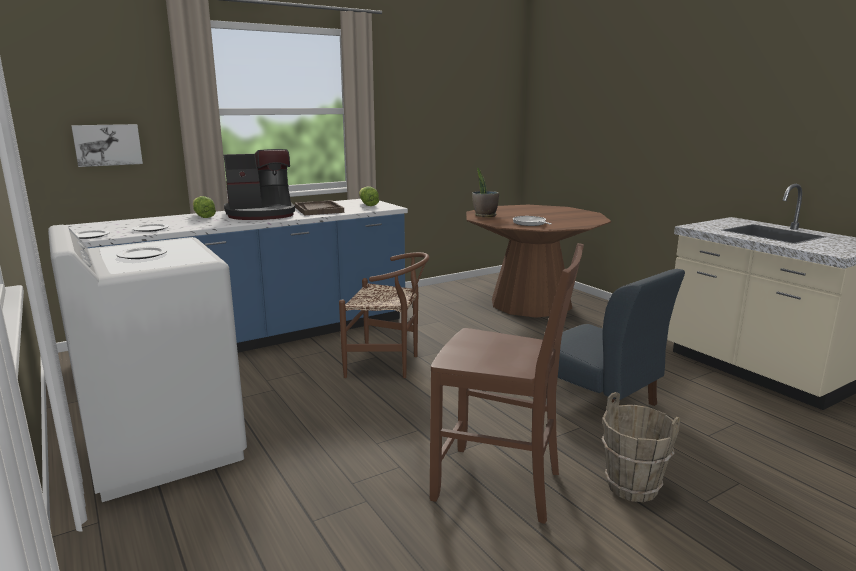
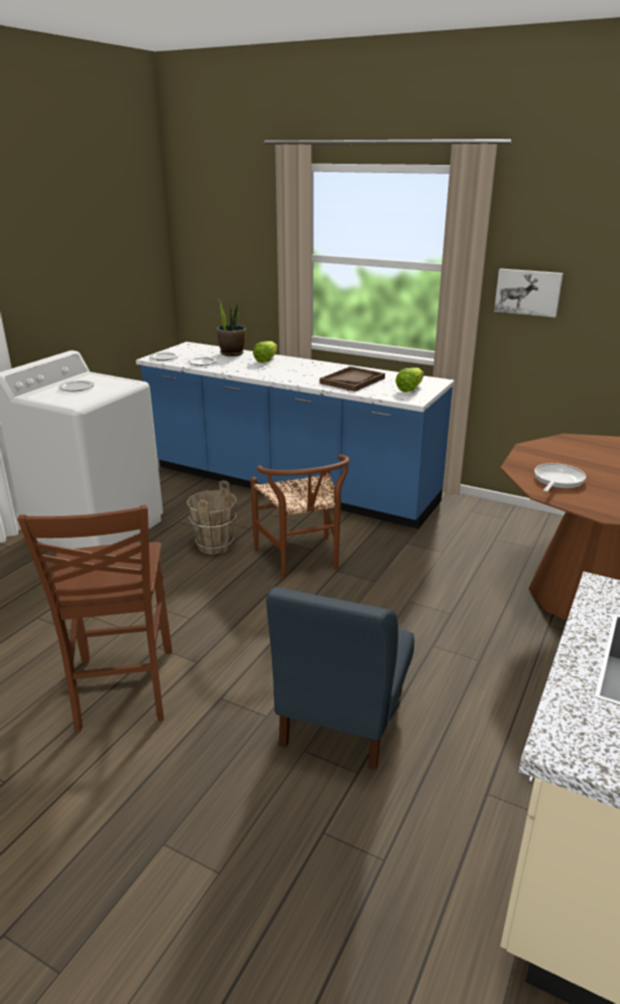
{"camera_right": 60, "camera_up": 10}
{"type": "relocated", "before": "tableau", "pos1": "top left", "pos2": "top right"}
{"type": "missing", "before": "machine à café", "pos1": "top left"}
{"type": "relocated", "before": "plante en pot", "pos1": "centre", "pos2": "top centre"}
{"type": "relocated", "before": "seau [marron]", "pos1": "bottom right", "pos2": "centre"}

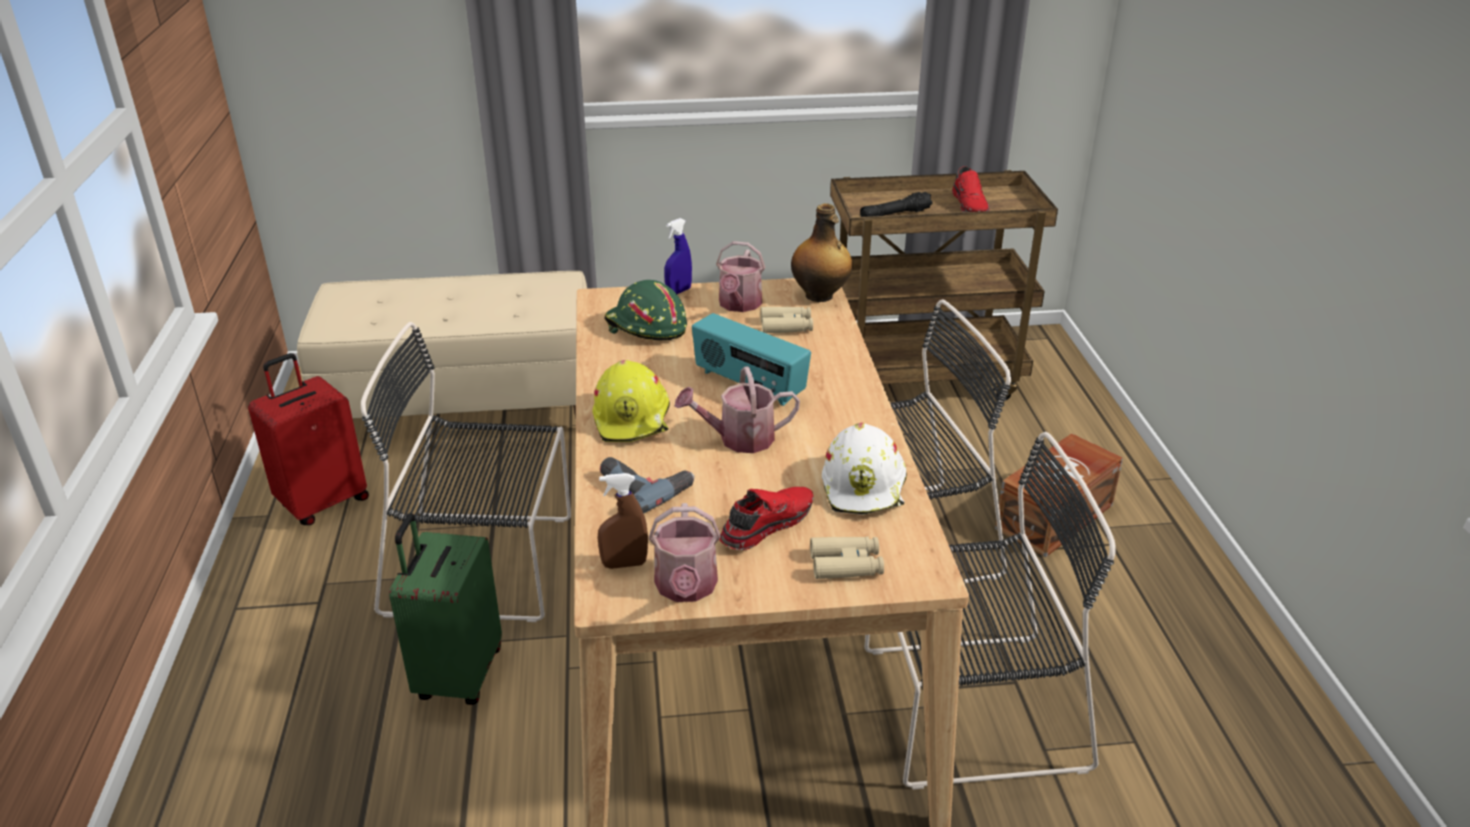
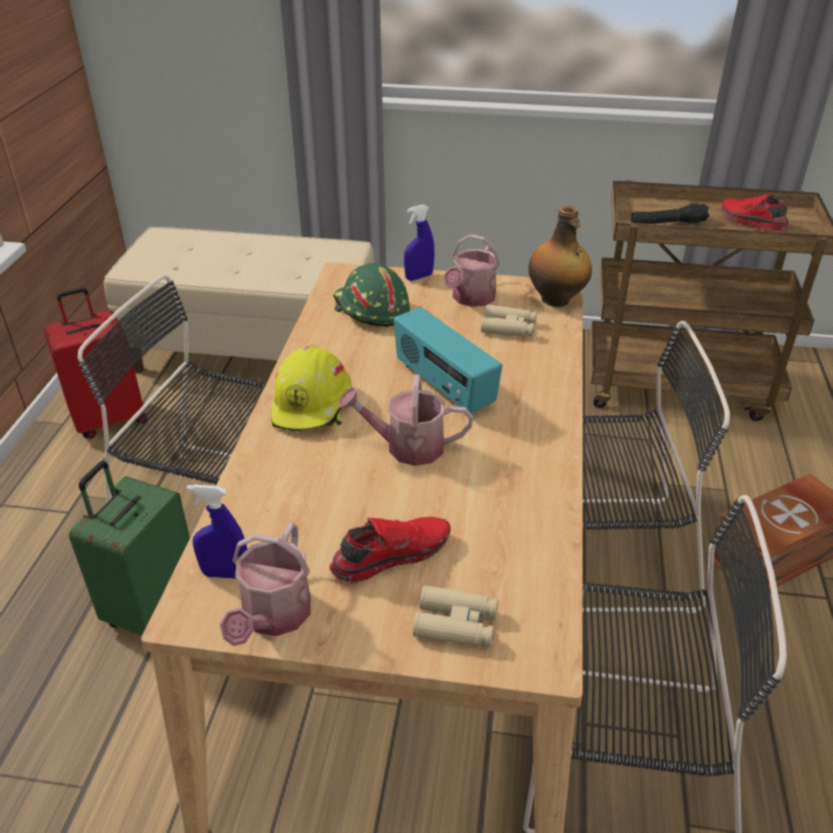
{"camera_right": 15, "camera_up": 5}
{"type": "spun", "before": "chaussure [rouge] (no. 2 from left)", "pos1": "top centre", "pos2": "top right", "turn": 135}
{"type": "missing", "before": "casque de chantier [blanc]", "pos1": "centre"}
{"type": "missing", "before": "perceuse", "pos1": "centre"}
{"type": "colour", "before": "vaporisateur [marron]", "after": "vaporisateur [bleu] (no. 1 from left)", "pos1": "centre", "pos2": "middle left"}

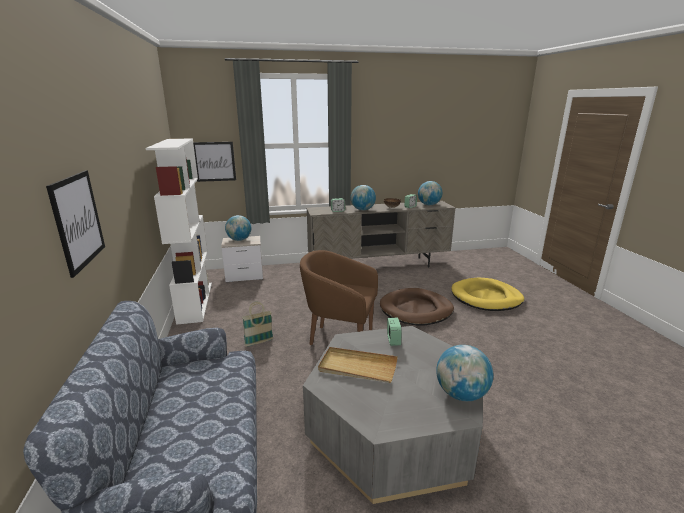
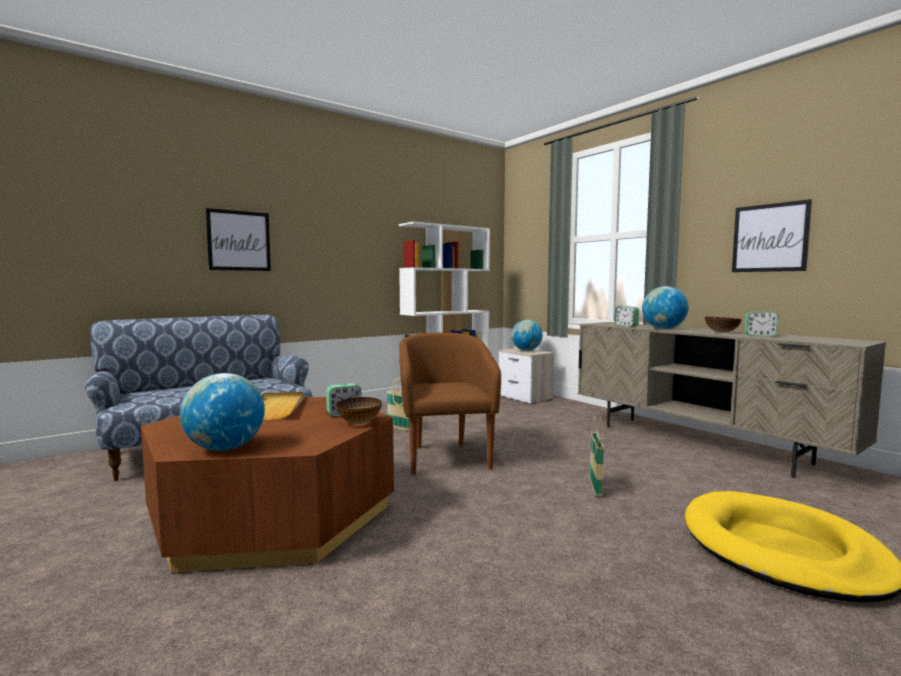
{"camera_right": 65, "camera_up": -15}
{"type": "relocated", "before": "tableau (no. 2 from left)", "pos1": "top left", "pos2": "middle right"}
{"type": "missing", "before": "globe (no. 3 from left)", "pos1": "centre"}
{"type": "exchanged", "before": "panier pour chien [marron]", "after": "panier (no. 2 from left)", "pos1": "centre", "pos2": "bottom centre"}
{"type": "colour", "before": "table basse [gris]", "after": "table basse [marron]", "pos1": "bottom centre", "pos2": "bottom left"}
{"type": "appeared", "after": "bol (no. 1 from left)", "pos2": "centre"}

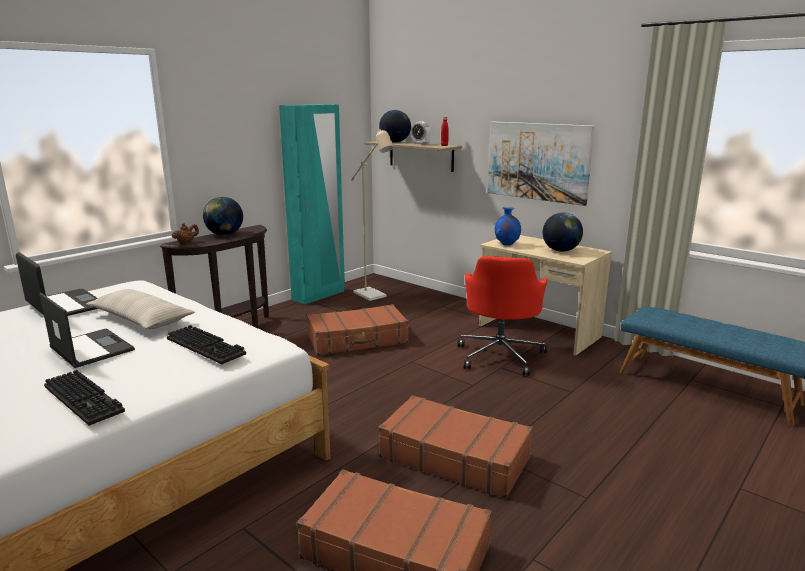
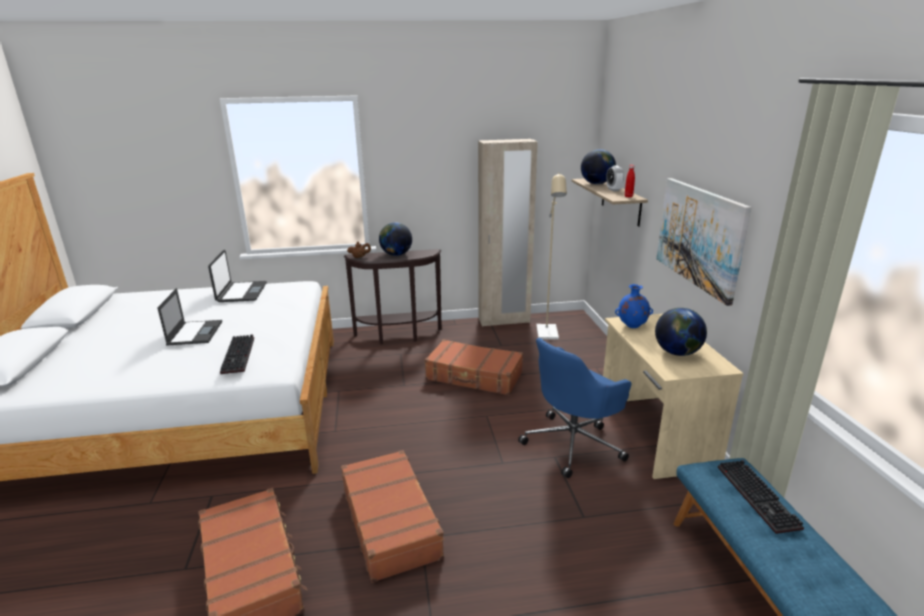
{"camera_right": 40, "camera_up": 5}
{"type": "colour", "before": "armoire [turquoise]", "after": "armoire [beige]", "pos1": "centre", "pos2": "centre"}
{"type": "colour", "before": "chaise de bureau [rouge]", "after": "chaise de bureau [bleu]", "pos1": "centre", "pos2": "centre"}
{"type": "missing", "before": "coussin [beige]", "pos1": "middle left"}
{"type": "relocated", "before": "clavier (no. 1 from left in the first image)", "after": "clavier (no. 2 from left)", "pos1": "bottom left", "pos2": "bottom right"}

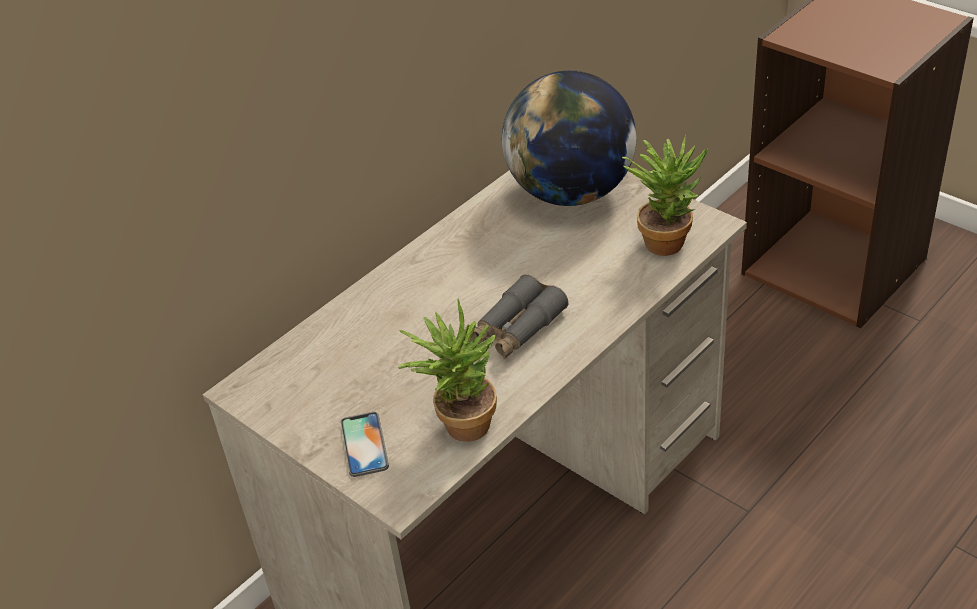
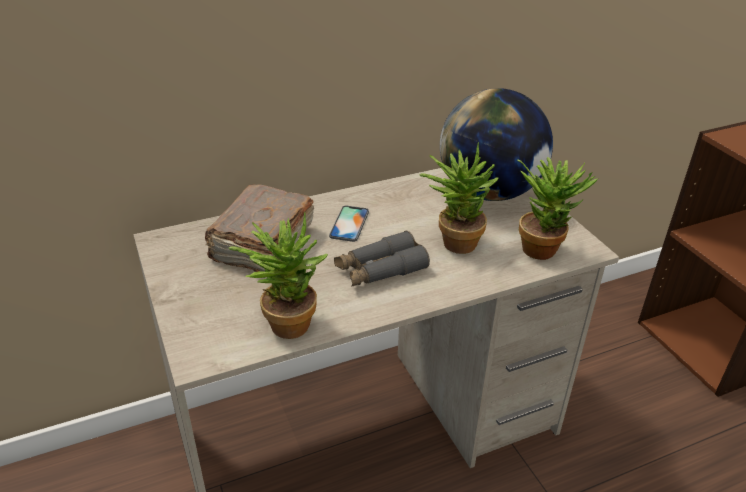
{"camera_right": 20, "camera_up": -5}
{"type": "relocated", "before": "téléphone", "pos1": "bottom centre", "pos2": "centre"}
{"type": "appeared", "after": "plante en pot (no. 2 from left)", "pos2": "centre"}
{"type": "appeared", "after": "livre [marron]", "pos2": "centre"}

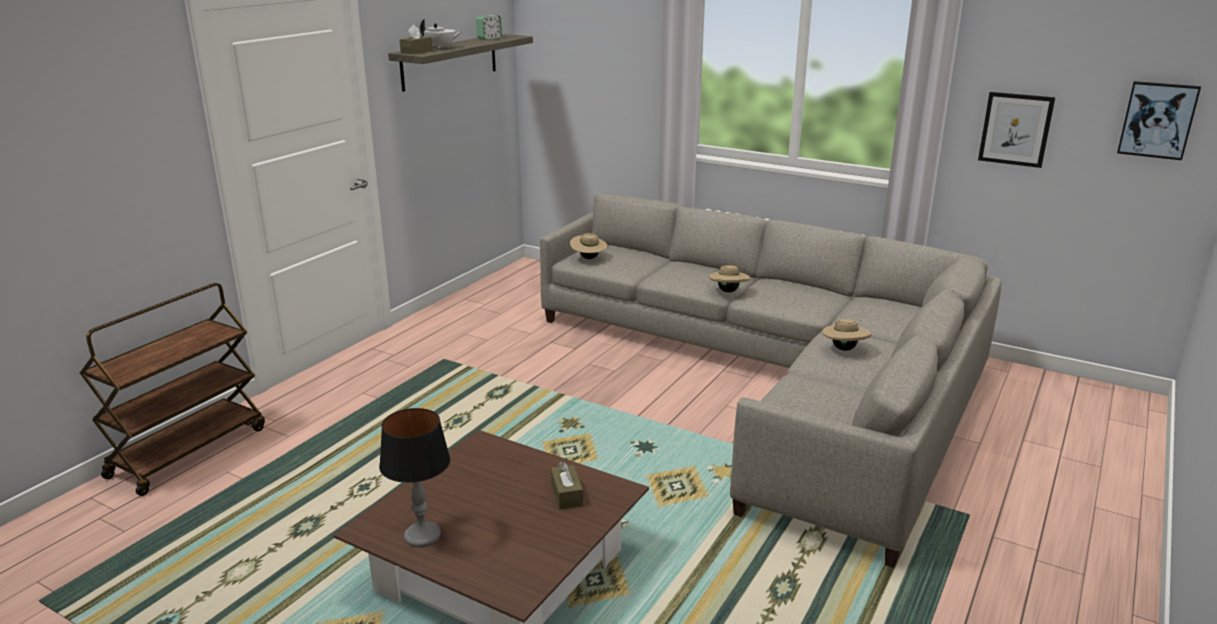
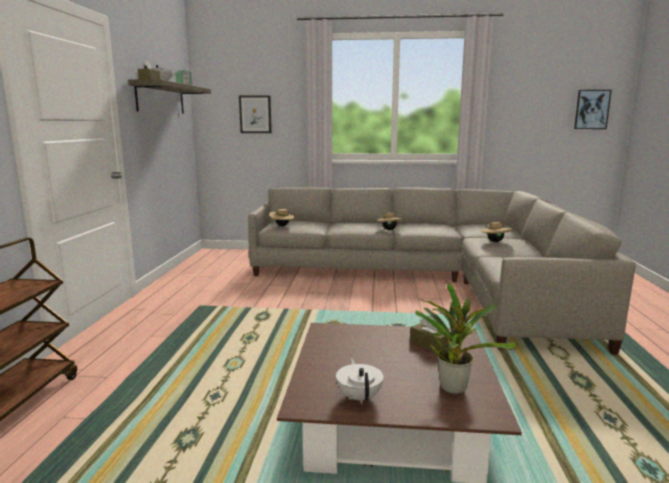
{"camera_right": -25, "camera_up": -10}
{"type": "relocated", "before": "tableau (no. 1 from left)", "pos1": "top right", "pos2": "top centre"}
{"type": "exchanged", "before": "lampe de table", "after": "théière [blanc] (no. 2 from left)", "pos1": "bottom centre", "pos2": "bottom centre"}
{"type": "appeared", "after": "plante en pot", "pos2": "bottom right"}

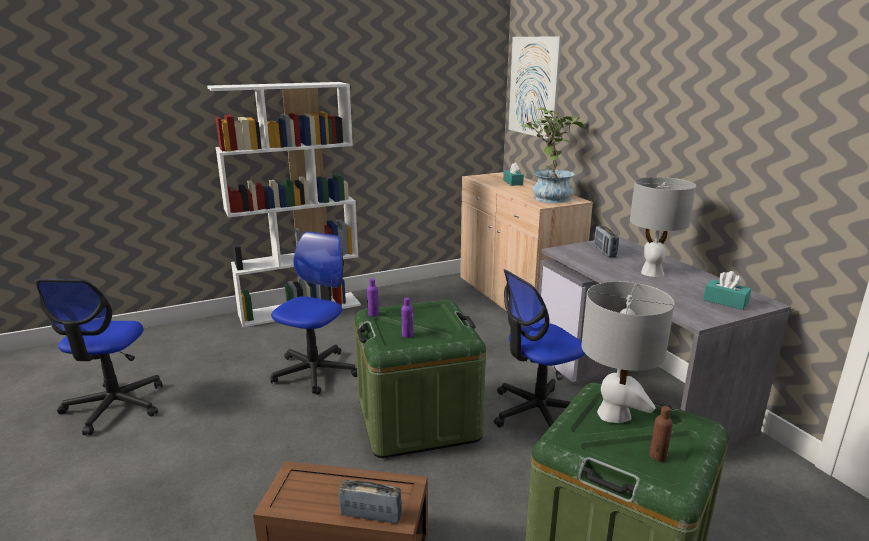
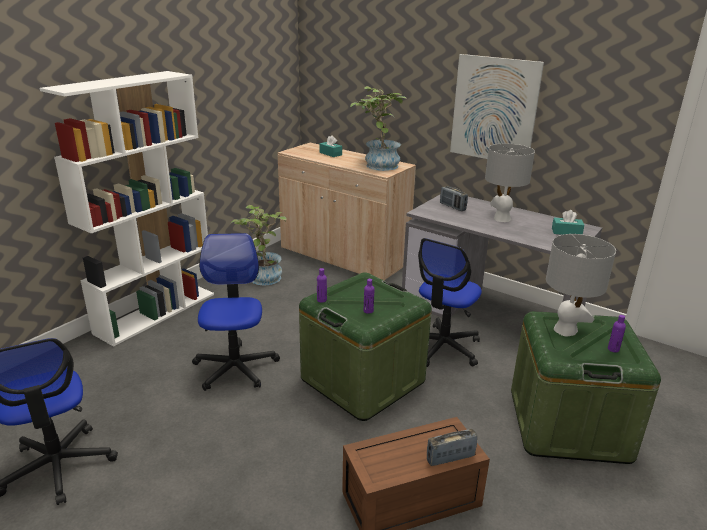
{"camera_right": -30, "camera_up": 5}
{"type": "relocated", "before": "tableau", "pos1": "top centre", "pos2": "top right"}
{"type": "colour", "before": "bouteille [marron]", "after": "bouteille [violet] (no. 3 from left)", "pos1": "bottom right", "pos2": "middle right"}
{"type": "appeared", "after": "plante en pot (no. 1 from left)", "pos2": "centre"}

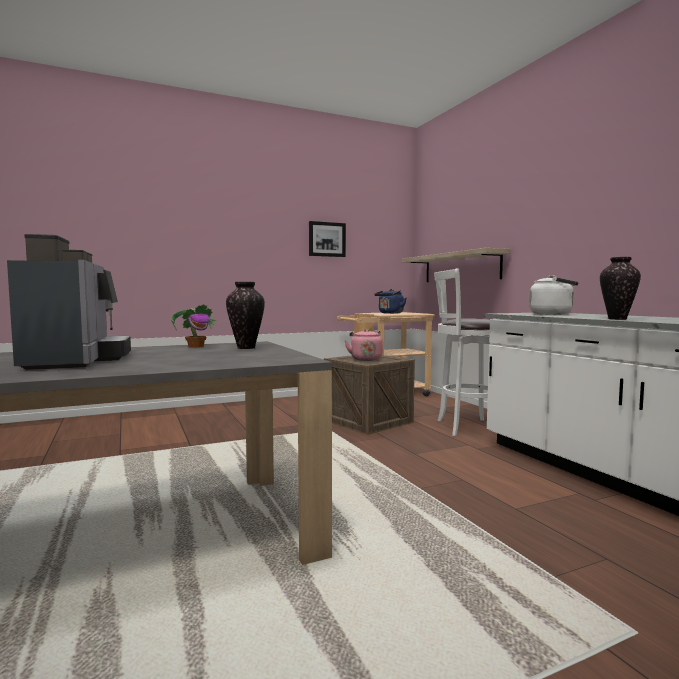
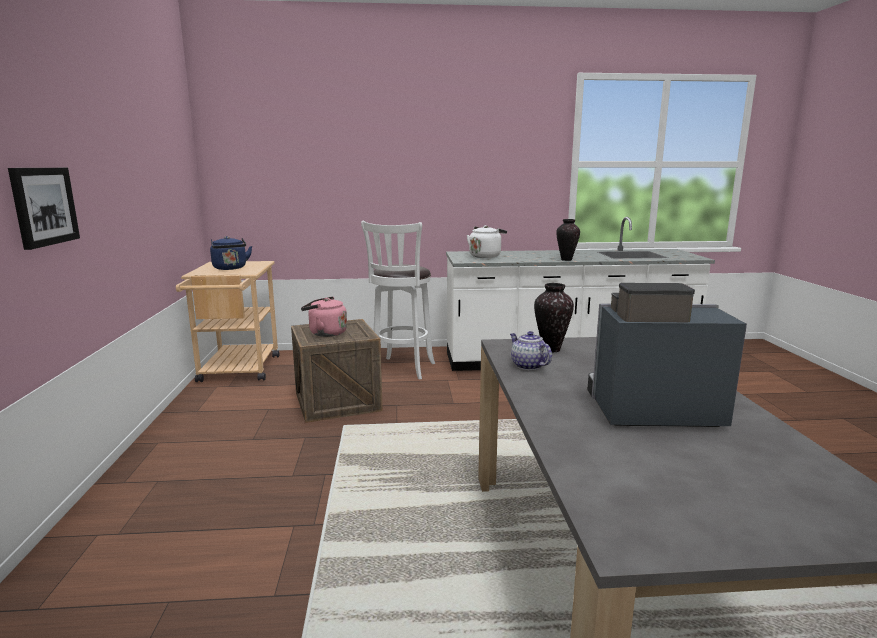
{"camera_right": -70, "camera_up": 10}
{"type": "relocated", "before": "tableau", "pos1": "centre", "pos2": "top left"}
{"type": "missing", "before": "étagère", "pos1": "middle right"}
{"type": "exchanged", "before": "plante en pot", "after": "théière", "pos1": "middle left", "pos2": "centre"}

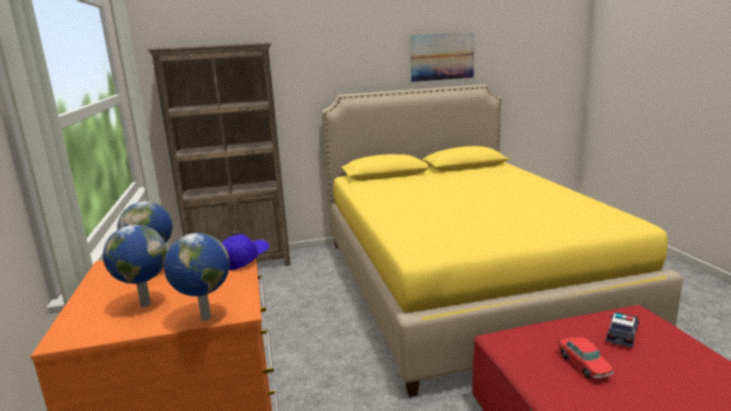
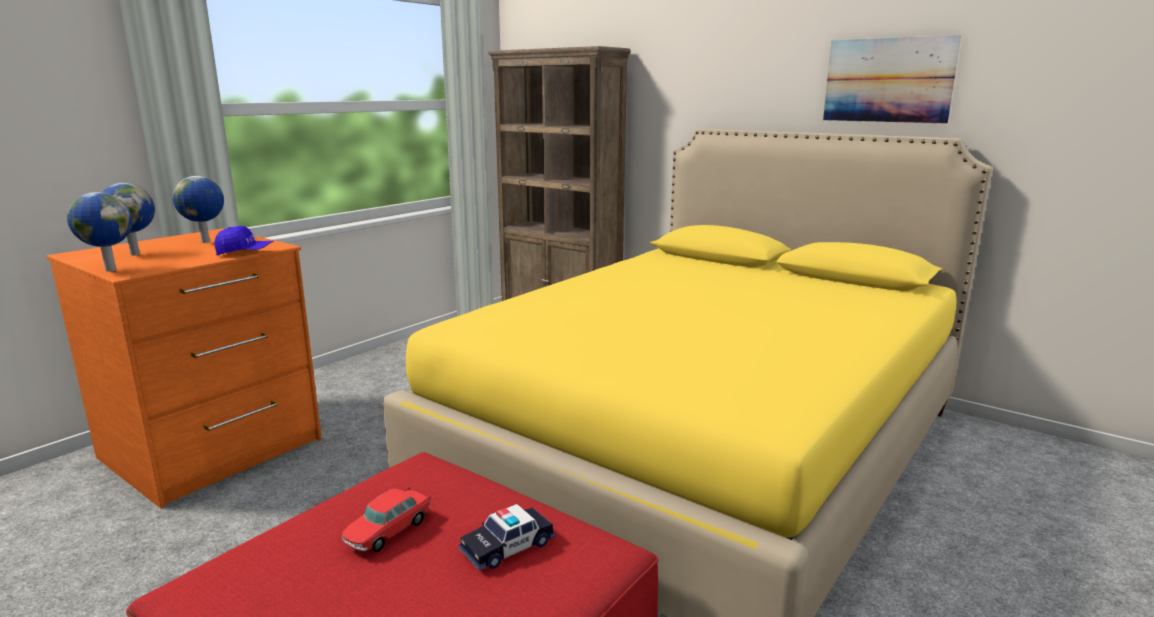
{"camera_right": 50, "camera_up": 0}
{"type": "spun", "before": "petite voiture (no. 2 from left)", "pos1": "bottom right", "pos2": "bottom centre", "turn": 150}

